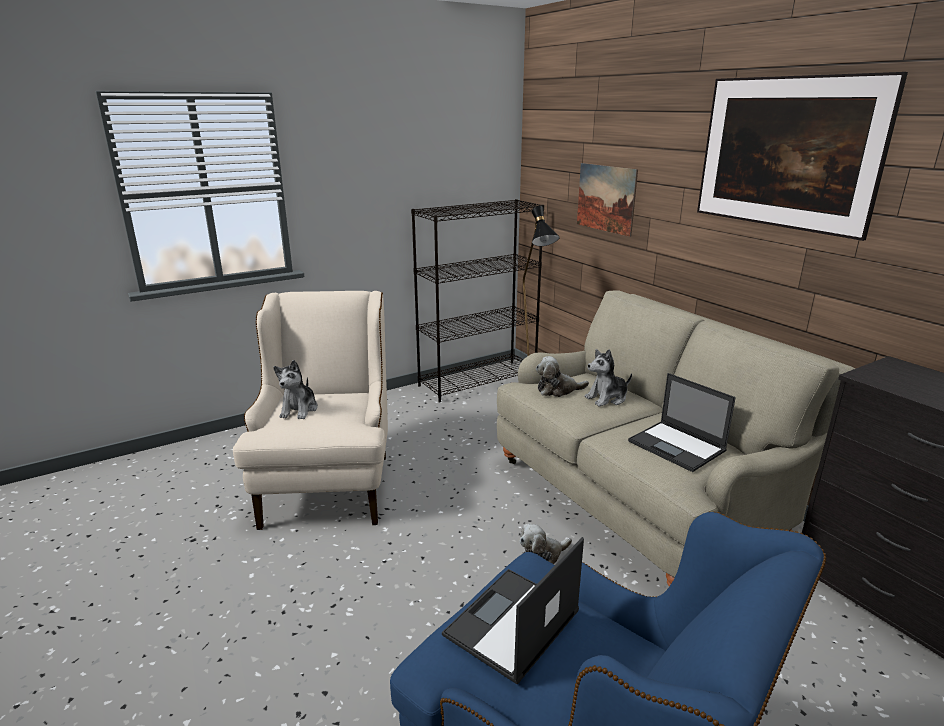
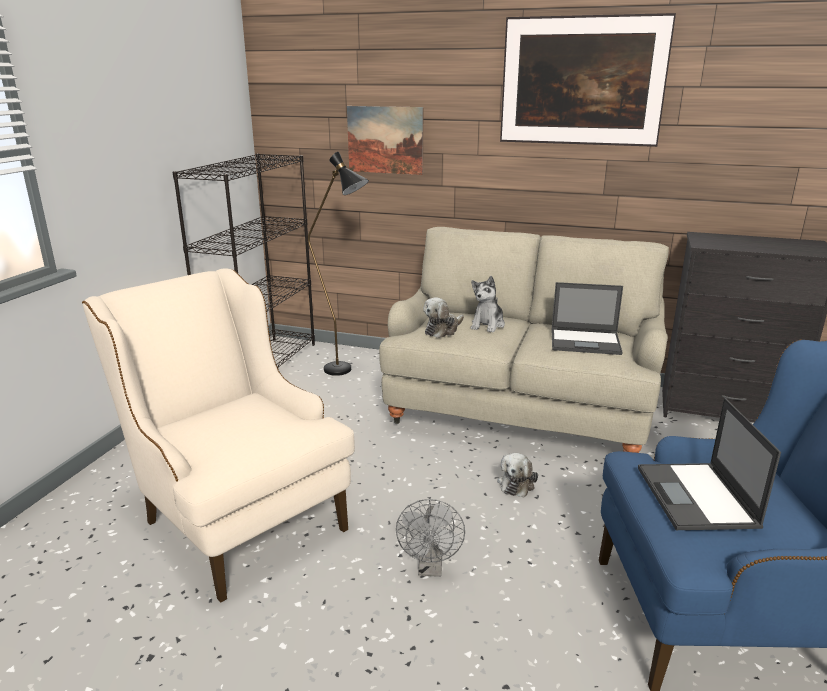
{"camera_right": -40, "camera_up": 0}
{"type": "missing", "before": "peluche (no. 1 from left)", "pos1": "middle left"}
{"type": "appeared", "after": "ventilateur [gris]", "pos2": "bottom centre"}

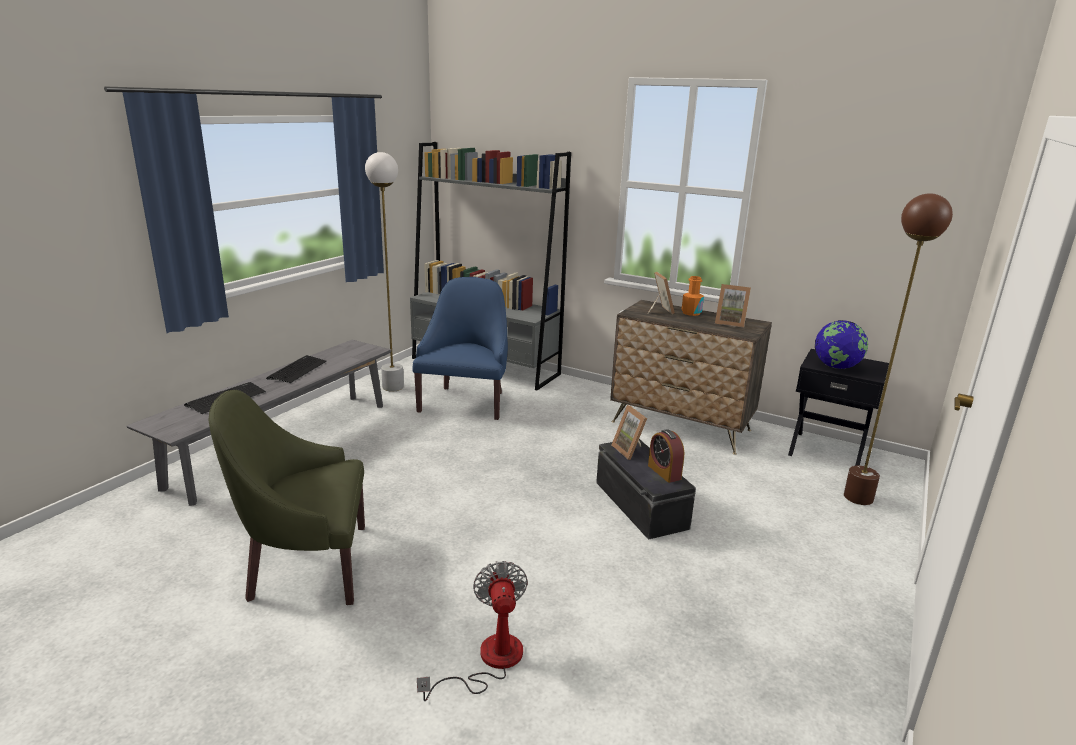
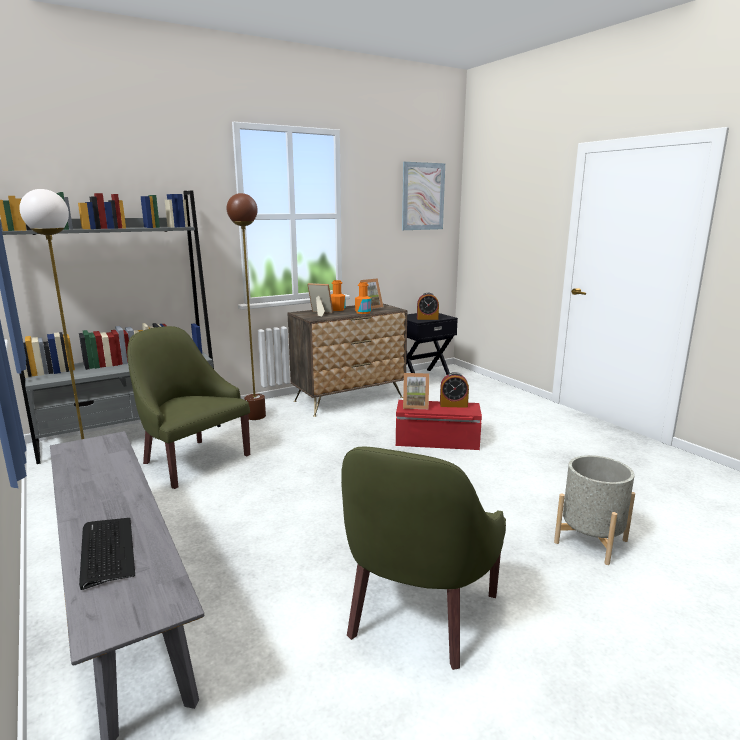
{"camera_right": -60, "camera_up": -5}
{"type": "relocated", "before": "lampadaire [marron]", "pos1": "middle right", "pos2": "middle left"}
{"type": "colour", "before": "fauteuil [bleu]", "after": "fauteuil [vert] (no. 1 from left)", "pos1": "centre", "pos2": "middle left"}
{"type": "exchanged", "before": "globe", "after": "réveil (no. 1 from left)", "pos1": "middle right", "pos2": "centre"}
{"type": "missing", "before": "clavier (no. 2 from left)", "pos1": "middle left"}
{"type": "colour", "before": "boîte de rangement [noir]", "after": "boîte de rangement [rouge]", "pos1": "centre", "pos2": "centre"}
{"type": "exchanged", "before": "ventilateur", "after": "cache-pot [gris]", "pos1": "bottom centre", "pos2": "bottom right"}
{"type": "appeared", "after": "tableau", "pos2": "top centre"}
{"type": "appeared", "after": "bouteille [orange] (no. 2 from left)", "pos2": "centre"}

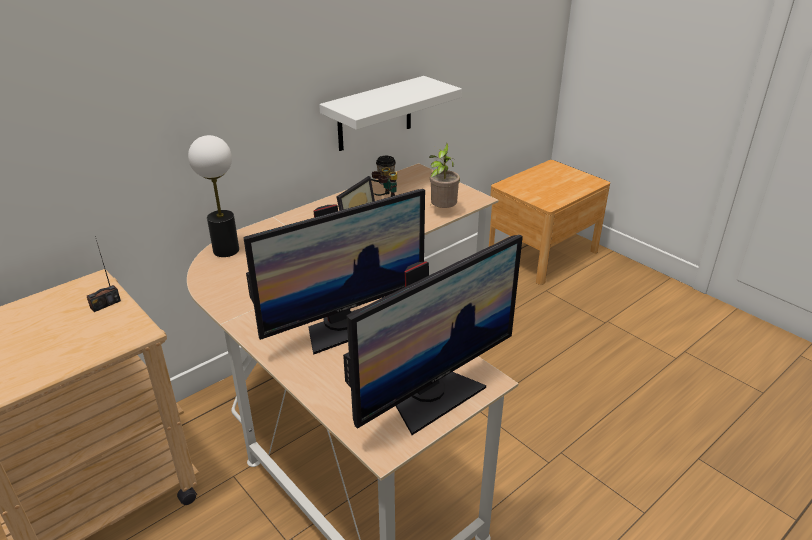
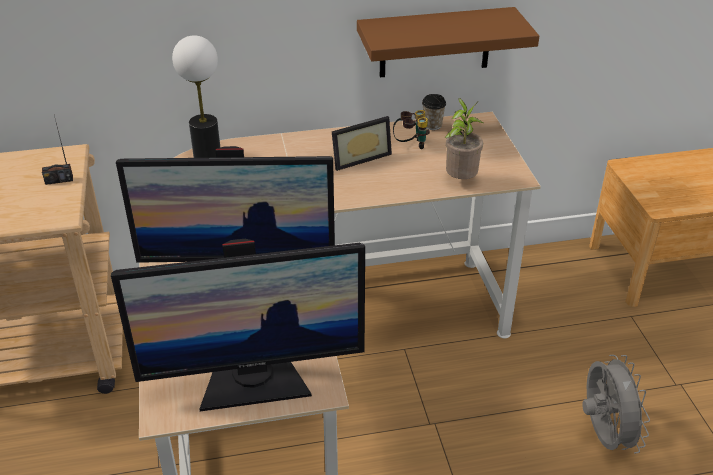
{"camera_right": 30, "camera_up": 5}
{"type": "colour", "before": "étagère [blanc]", "after": "étagère [marron]", "pos1": "top centre", "pos2": "top centre"}
{"type": "appeared", "after": "ventilateur [gris]", "pos2": "bottom right"}

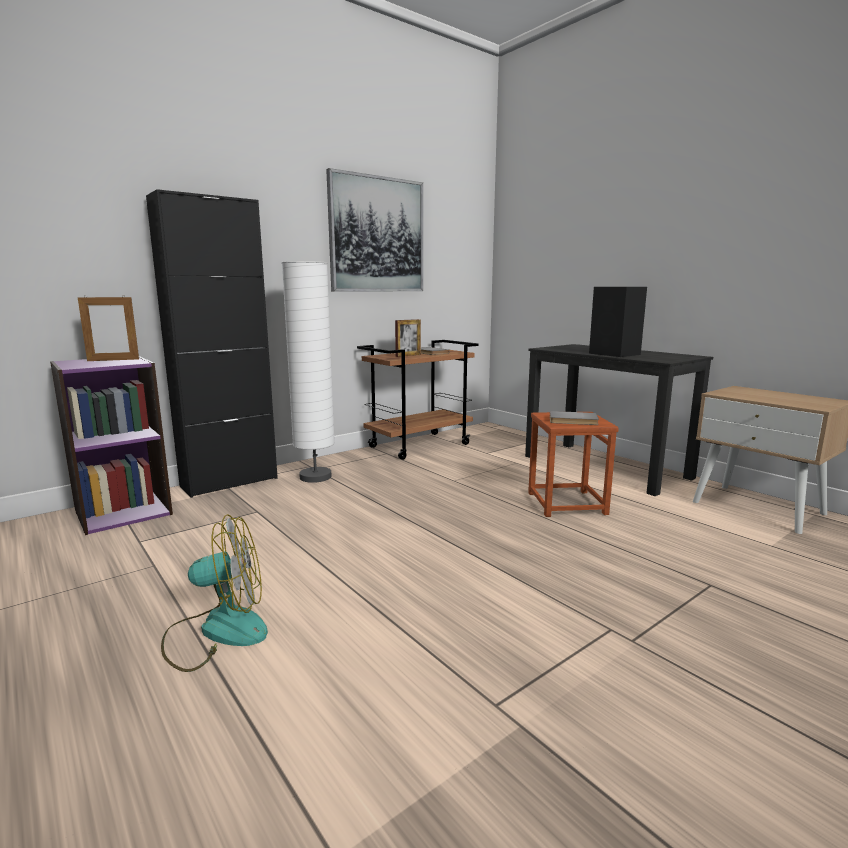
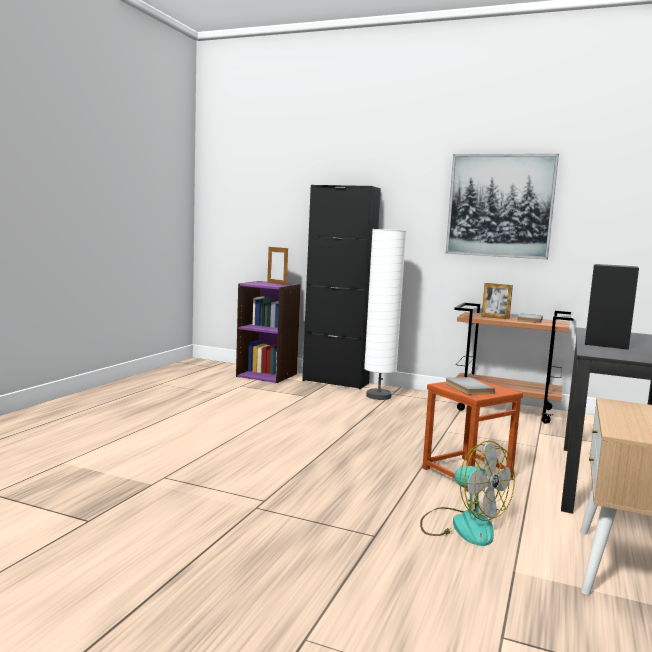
{"camera_right": 60, "camera_up": -5}
{"type": "relocated", "before": "ventilateur", "pos1": "bottom left", "pos2": "bottom right"}

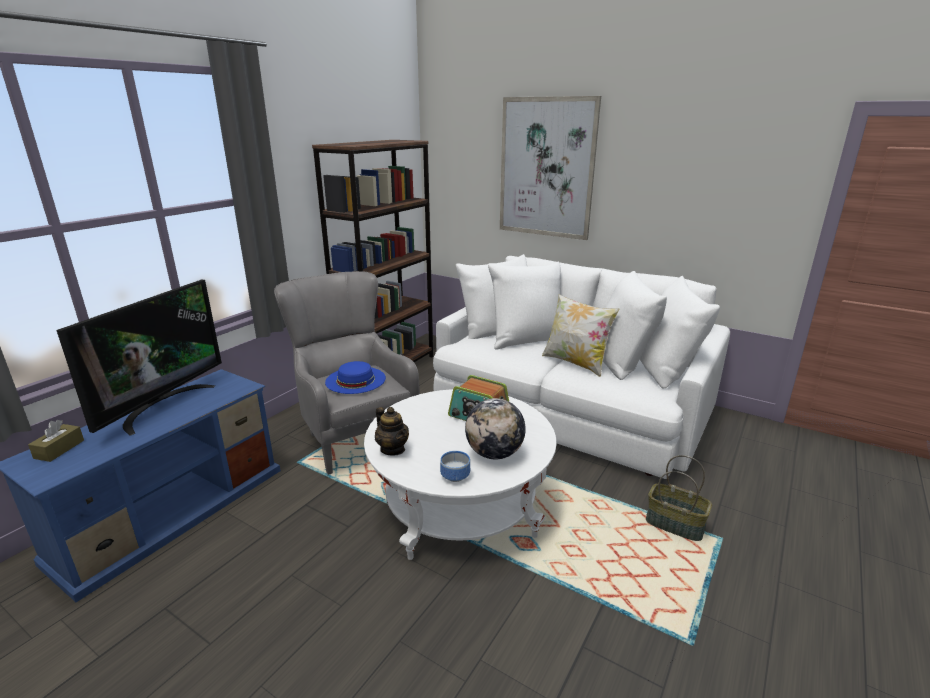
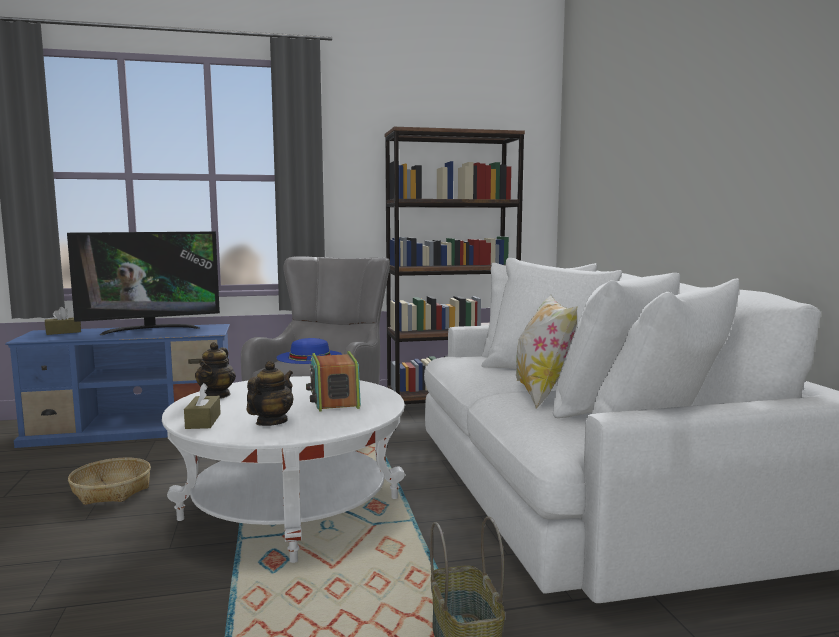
{"camera_right": 45, "camera_up": -15}
{"type": "missing", "before": "tableau", "pos1": "top centre"}
{"type": "exchanged", "before": "globe", "after": "théière (no. 2 from left)", "pos1": "centre", "pos2": "middle left"}
{"type": "exchanged", "before": "bol", "after": "boîte à mouchoirs [marron] (no. 2 from left)", "pos1": "bottom centre", "pos2": "middle left"}
{"type": "appeared", "after": "panier (no. 1 from left)", "pos2": "bottom left"}

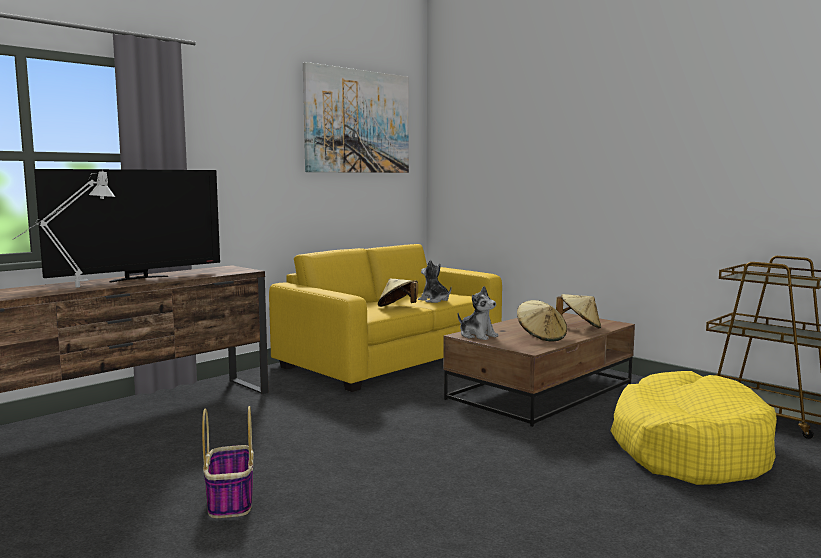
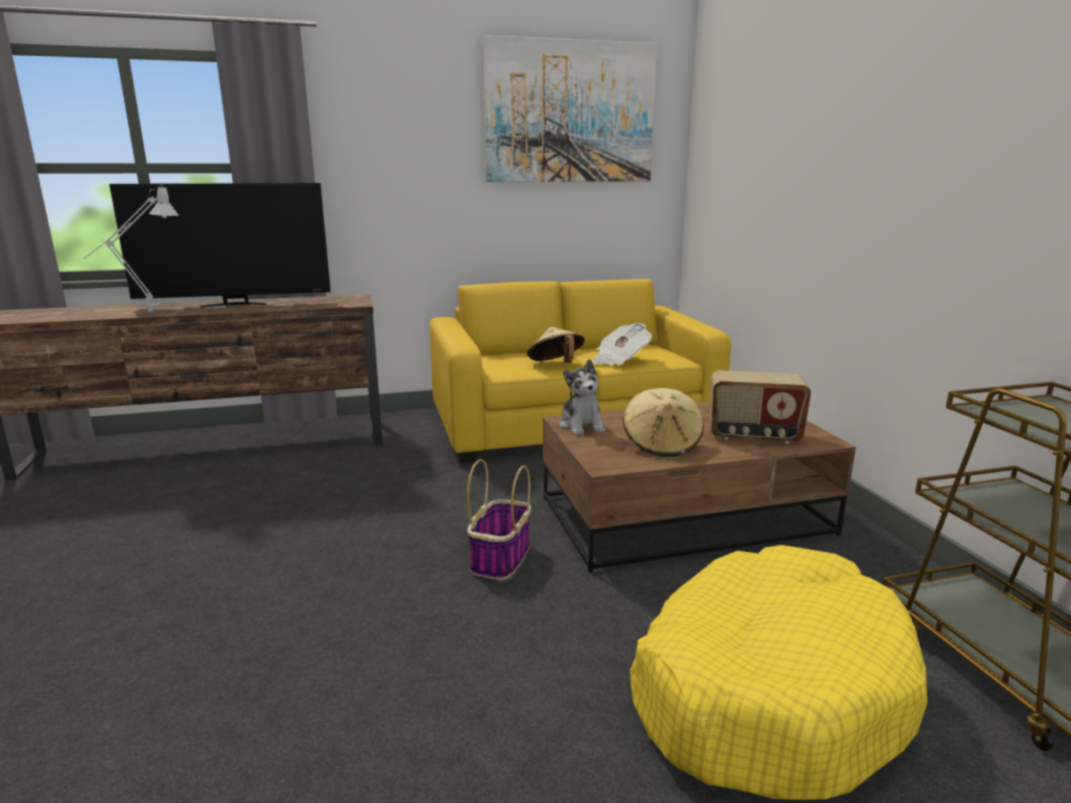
{"camera_right": 30, "camera_up": 10}
{"type": "exchanged", "before": "peluche (no. 1 from left)", "after": "journal", "pos1": "centre", "pos2": "centre"}
{"type": "exchanged", "before": "chapeau [beige] (no. 3 from left)", "after": "radio", "pos1": "middle right", "pos2": "middle right"}
{"type": "relocated", "before": "panier", "pos1": "bottom left", "pos2": "centre"}

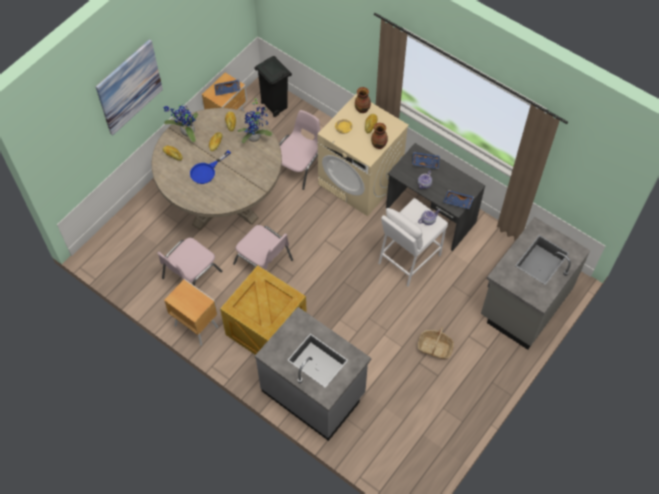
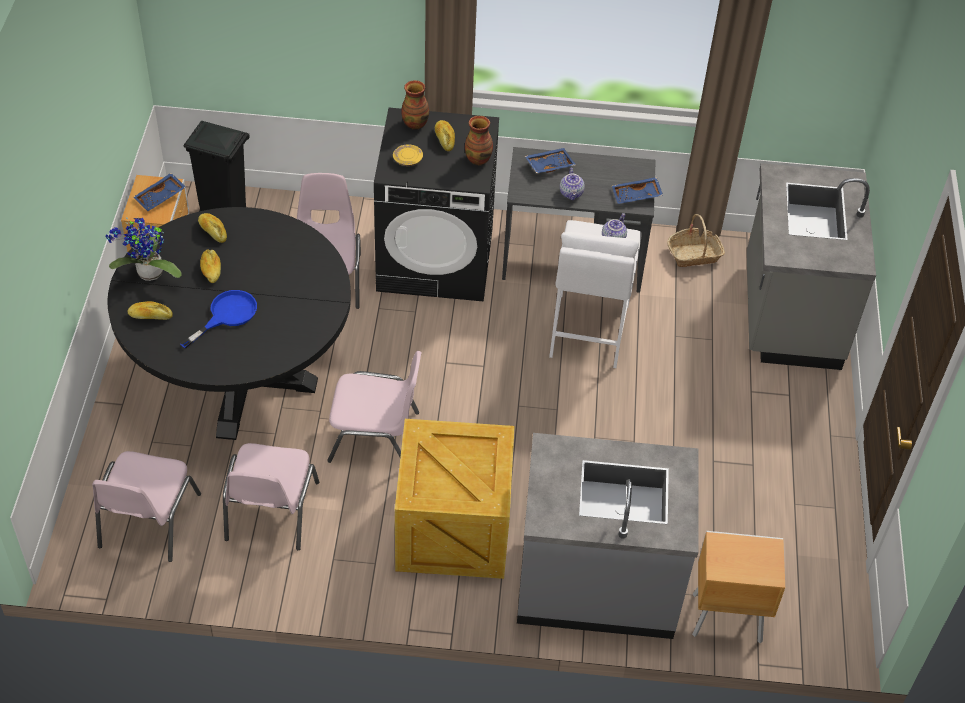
{"camera_right": -35, "camera_up": -10}
{"type": "missing", "before": "tableau", "pos1": "top left"}
{"type": "colour", "before": "lave-linge [beige]", "after": "lave-linge [noir]", "pos1": "top centre", "pos2": "top centre"}
{"type": "missing", "before": "plante en pot (no. 2 from left)", "pos1": "top centre"}
{"type": "colour", "before": "table à manger [beige]", "after": "table à manger [noir]", "pos1": "middle left", "pos2": "middle left"}
{"type": "spun", "before": "poêle [bleu]", "pos1": "middle left", "pos2": "middle left", "turn": -150}
{"type": "relocated", "before": "table de chevet [marron] (no. 1 from left in the first image)", "after": "table de chevet [marron] (no. 2 from left)", "pos1": "middle left", "pos2": "bottom right"}
{"type": "relocated", "before": "panier", "pos1": "bottom centre", "pos2": "middle right"}
{"type": "appeared", "after": "chaise [rose] (no. 1 from left)", "pos2": "bottom left"}

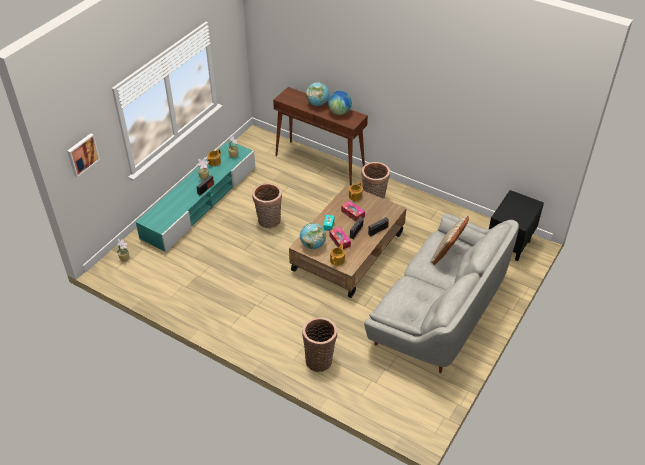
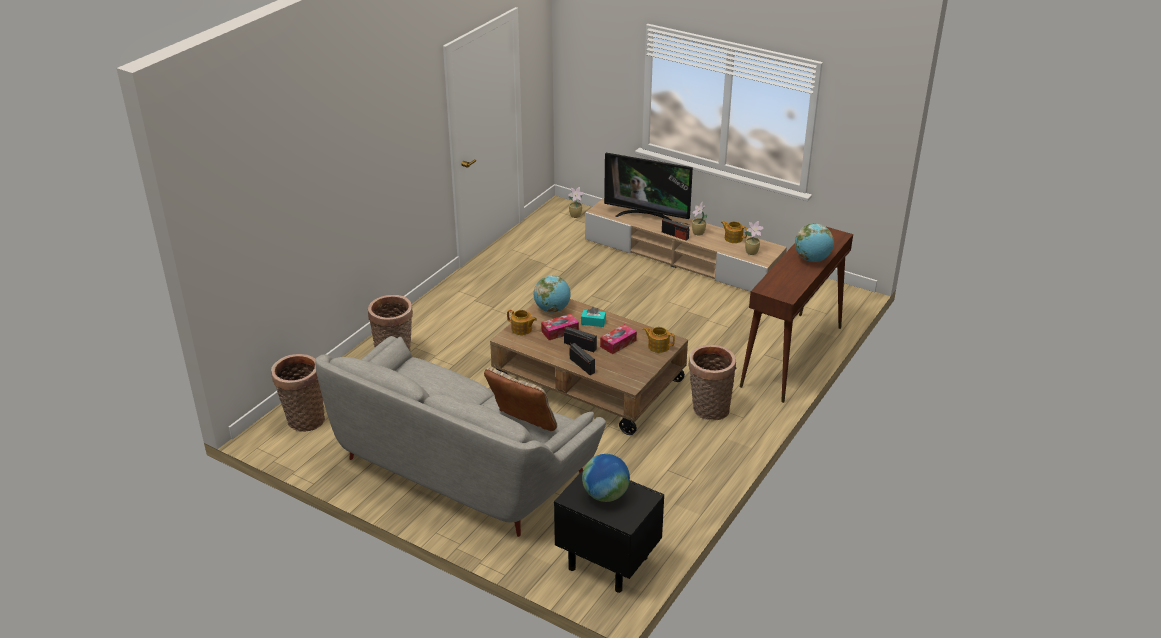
{"camera_right": 90, "camera_up": -10}
{"type": "relocated", "before": "globe (no. 3 from left in the first image)", "after": "globe (no. 2 from left)", "pos1": "top centre", "pos2": "bottom centre"}
{"type": "missing", "before": "tableau", "pos1": "middle left"}
{"type": "colour", "before": "meuble télé [turquoise]", "after": "meuble télé [beige]", "pos1": "middle left", "pos2": "centre"}
{"type": "relocated", "before": "panier (no. 1 from left)", "pos1": "centre", "pos2": "middle left"}
{"type": "appeared", "after": "téléviseur", "pos2": "top centre"}

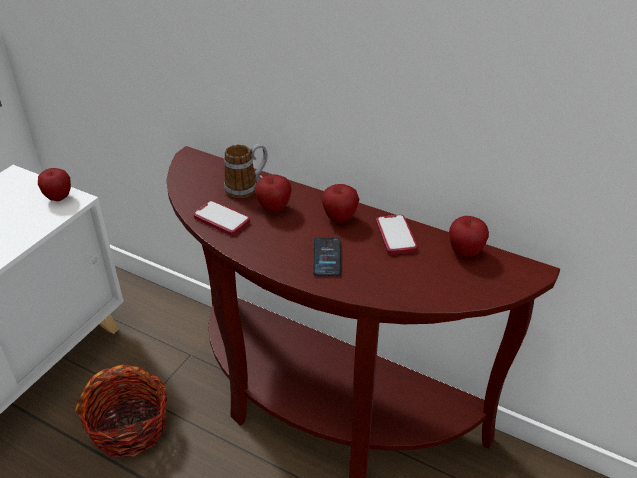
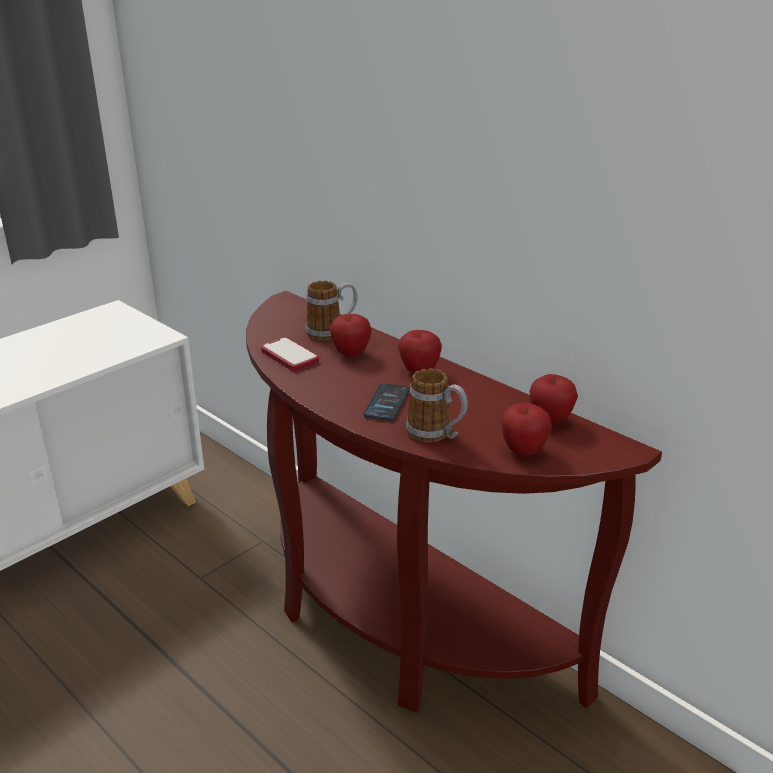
{"camera_right": 15, "camera_up": -10}
{"type": "relocated", "before": "pomme (no. 1 from left in the first image)", "after": "pomme (no. 3 from left)", "pos1": "middle left", "pos2": "middle right"}
{"type": "missing", "before": "téléphone (no. 3 from left)", "pos1": "centre"}
{"type": "missing", "before": "panier", "pos1": "bottom left"}
{"type": "appeared", "after": "mug (no. 2 from left)", "pos2": "centre"}

